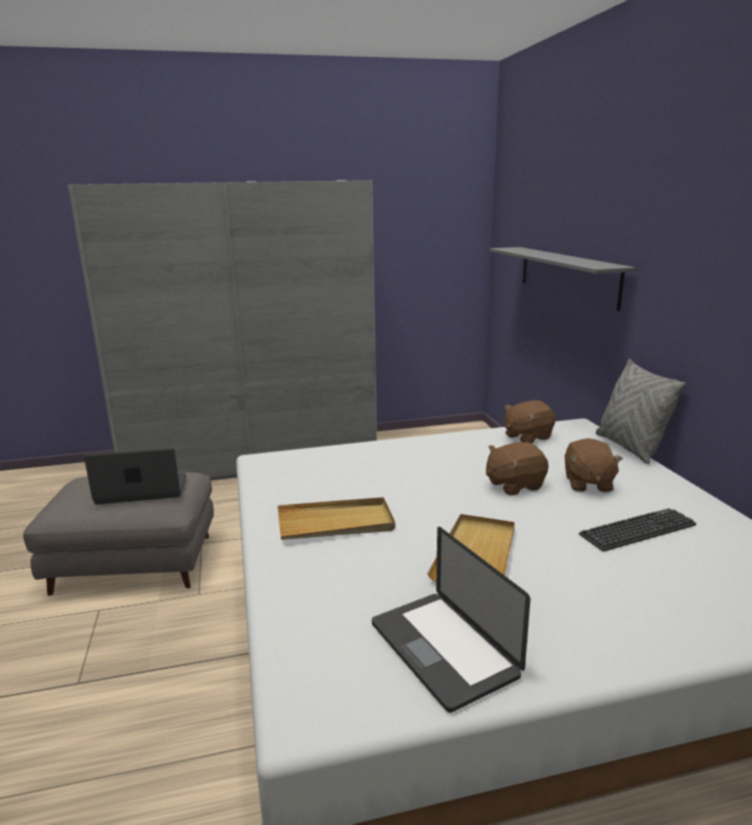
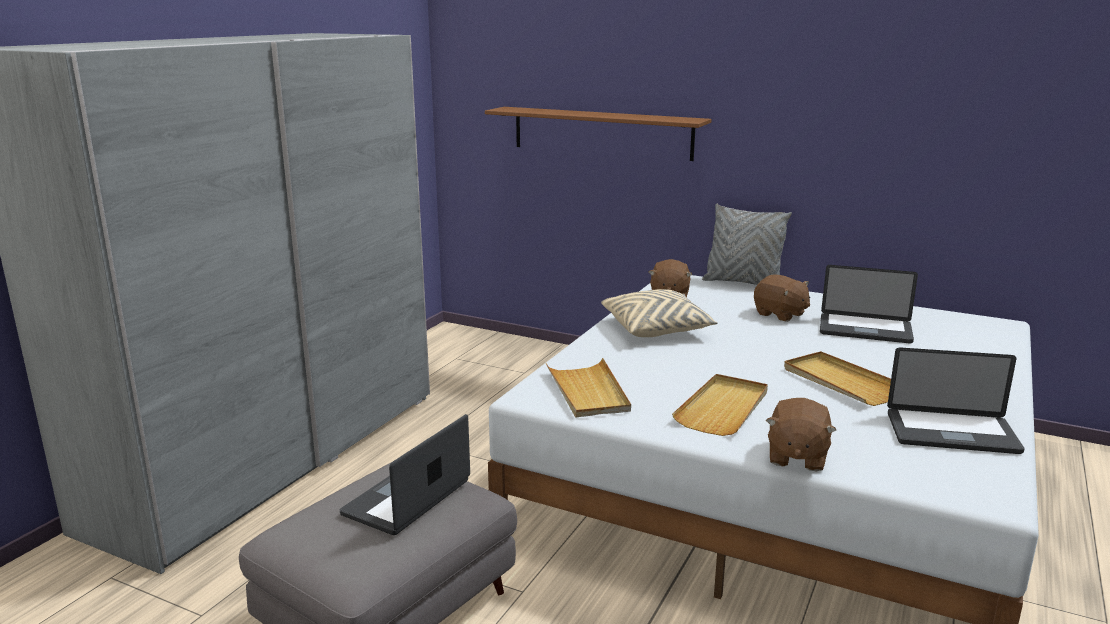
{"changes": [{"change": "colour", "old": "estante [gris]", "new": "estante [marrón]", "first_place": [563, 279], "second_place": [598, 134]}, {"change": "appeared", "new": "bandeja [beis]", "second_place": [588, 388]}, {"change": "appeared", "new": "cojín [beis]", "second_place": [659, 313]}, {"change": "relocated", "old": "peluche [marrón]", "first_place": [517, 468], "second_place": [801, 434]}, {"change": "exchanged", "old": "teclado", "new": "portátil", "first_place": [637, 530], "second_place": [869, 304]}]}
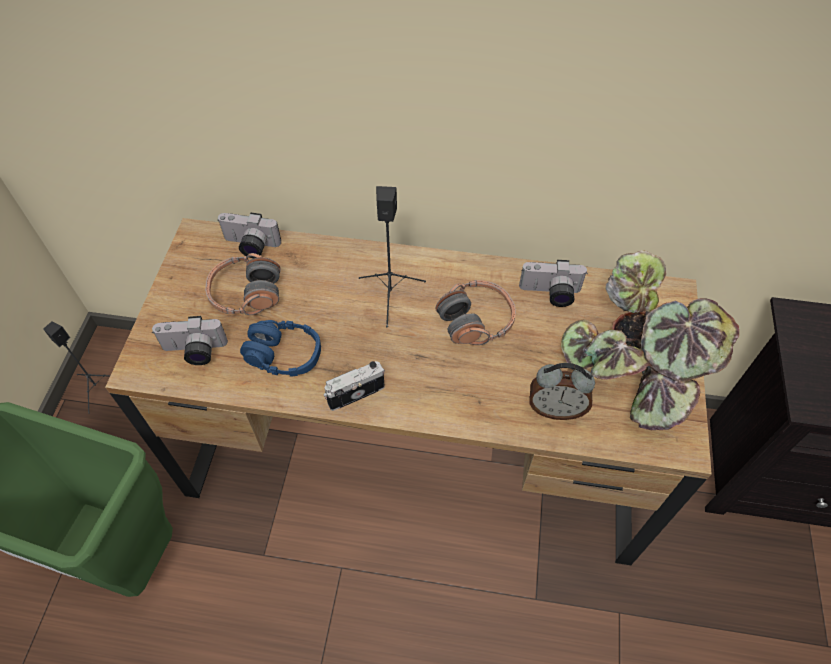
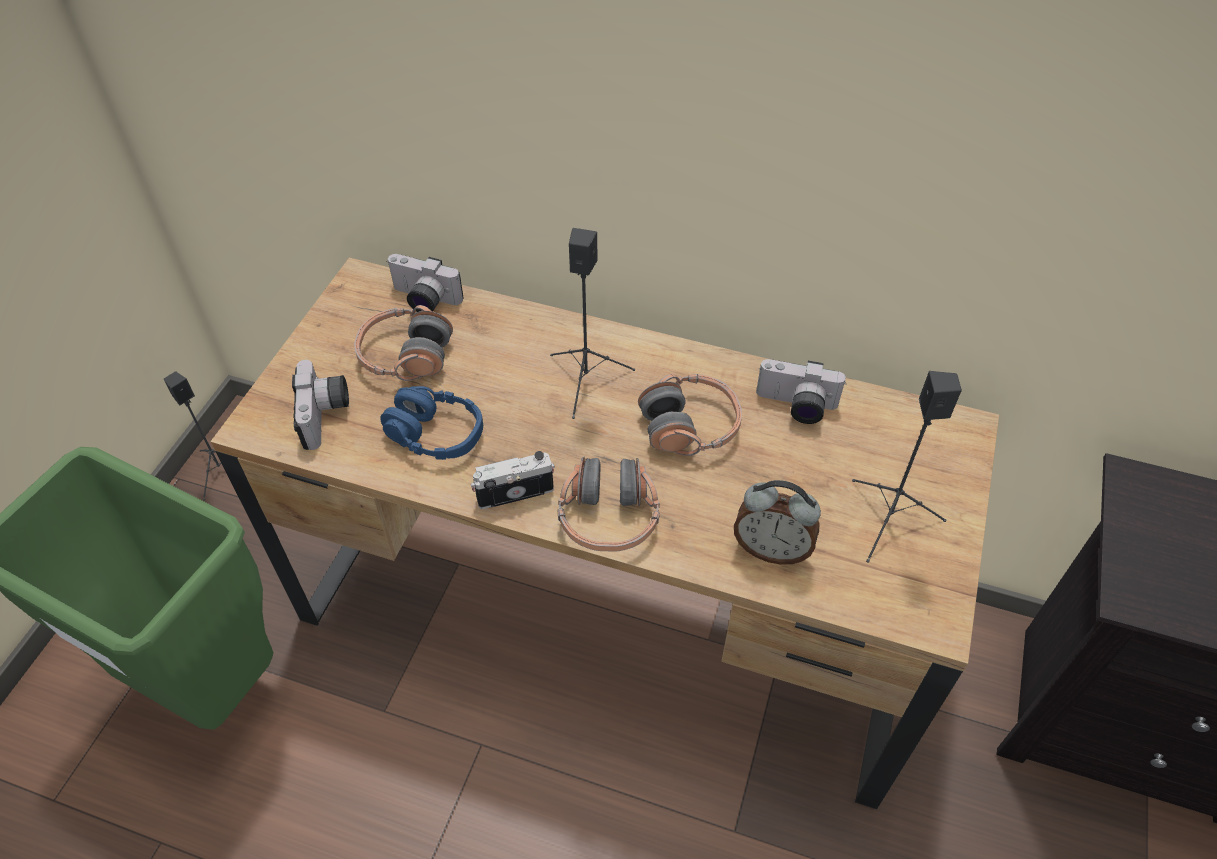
{"changes": [{"change": "spun", "old": "cámara", "first_place": [190, 340], "second_place": [320, 405], "degrees": -105}, {"change": "appeared", "new": "auriculares", "second_place": [609, 504]}, {"change": "exchanged", "old": "planta en maceta", "new": "altavoz [negro]", "first_place": [650, 340], "second_place": [907, 467]}]}
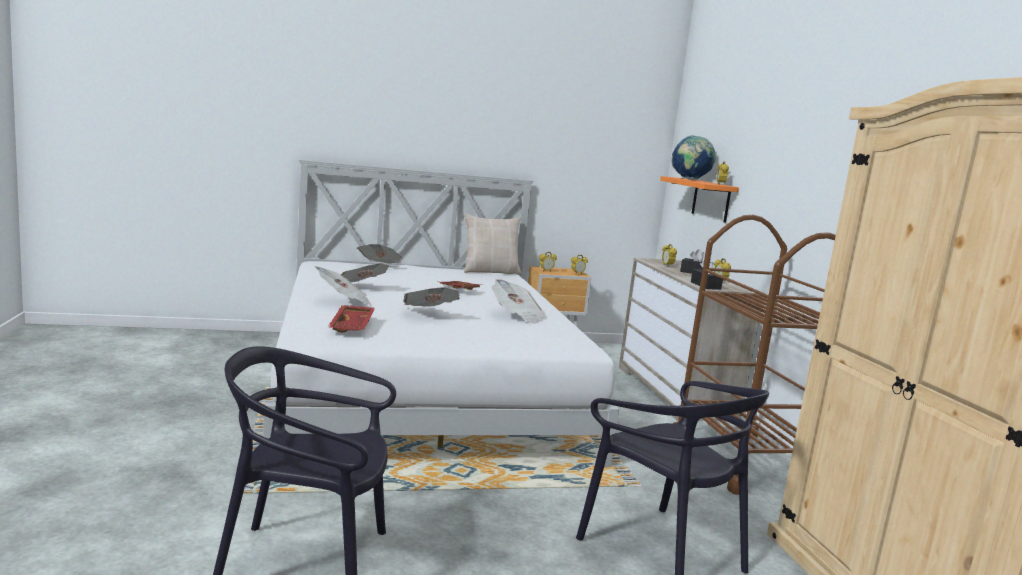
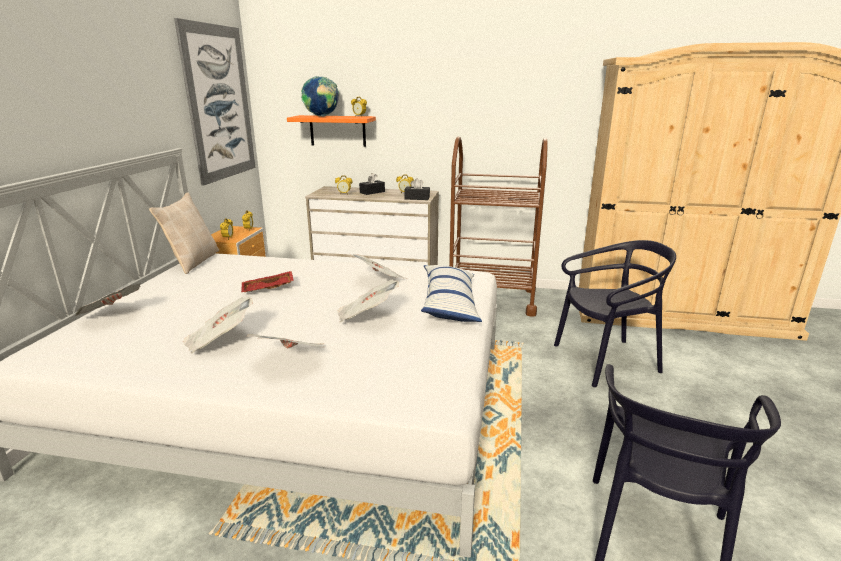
{"changes": [{"change": "appeared", "new": "cuadro", "second_place": [215, 102]}, {"change": "appeared", "new": "cojín", "second_place": [451, 293]}, {"change": "missing", "old": "bandeja [rojo]", "first_place": [351, 318]}]}
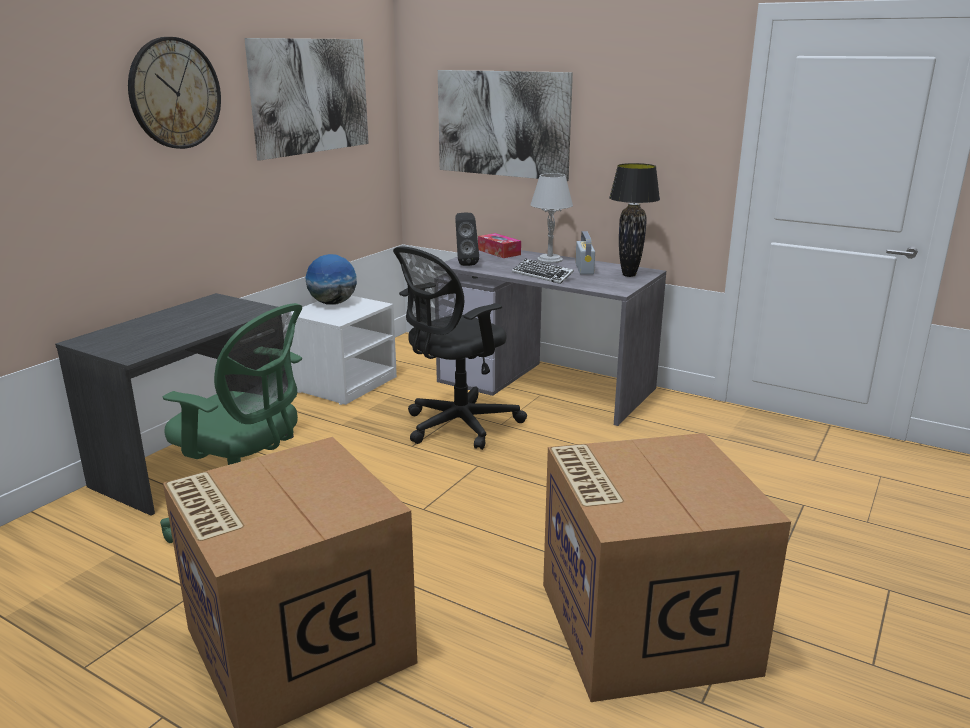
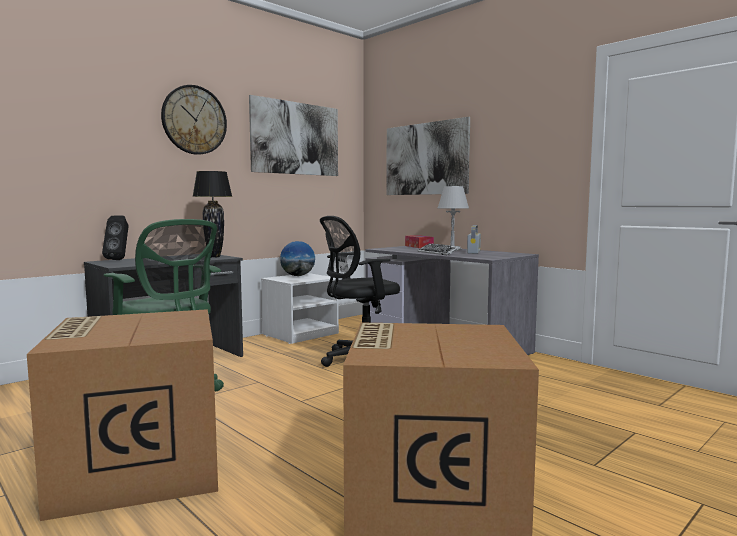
{"changes": [{"change": "relocated", "old": "altavoz [negro]", "first_place": [467, 239], "second_place": [115, 237]}, {"change": "relocated", "old": "lámpara de mesa [negro]", "first_place": [634, 220], "second_place": [213, 214]}]}
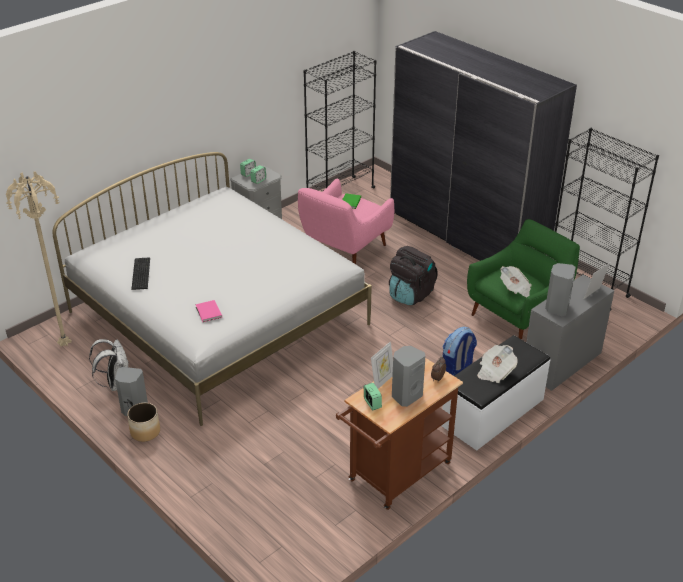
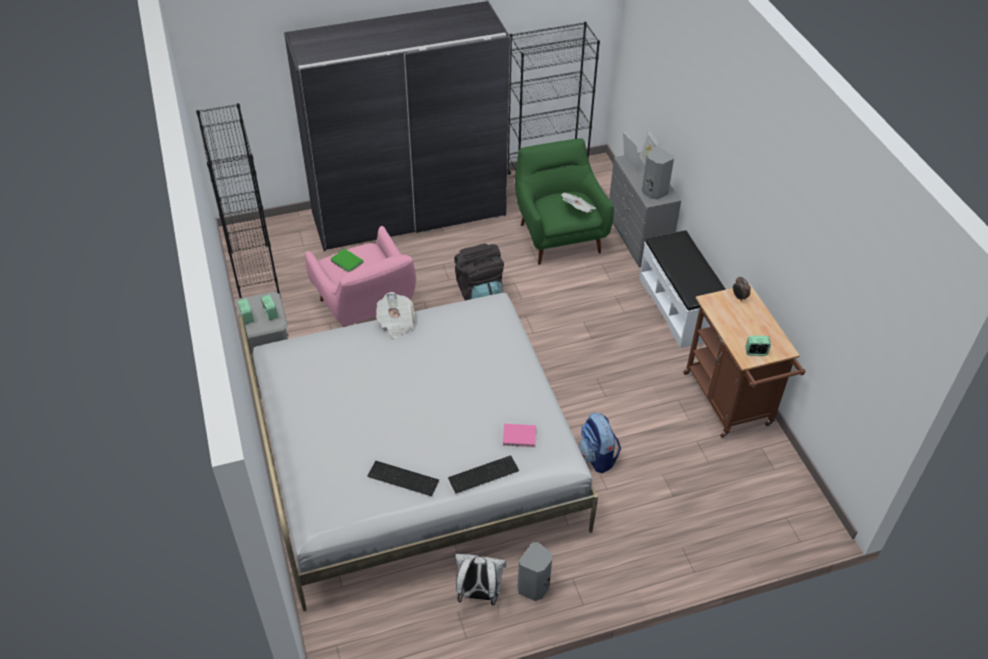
{"changes": [{"change": "relocated", "old": "periódico", "first_place": [497, 364], "second_place": [395, 315]}, {"change": "appeared", "new": "teclado", "second_place": [483, 474]}, {"change": "relocated", "old": "mochila", "first_place": [459, 351], "second_place": [600, 443]}, {"change": "relocated", "old": "portarretratos", "first_place": [382, 365], "second_place": [630, 151]}, {"change": "missing", "old": "lámpara de pie [beis]", "first_place": [39, 259]}, {"change": "missing", "old": "maceta", "first_place": [143, 422]}, {"change": "missing", "old": "altavoz [gris]", "first_place": [408, 376]}]}
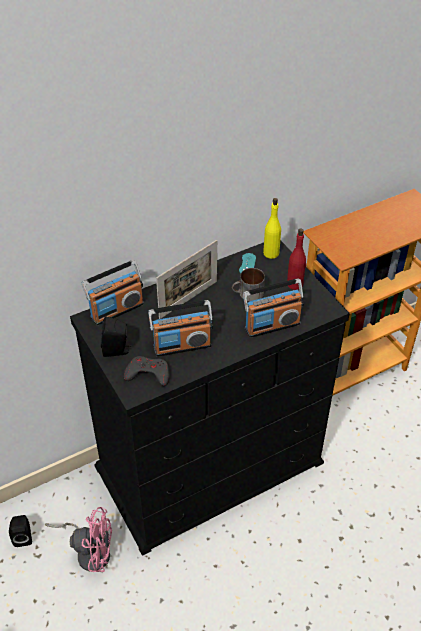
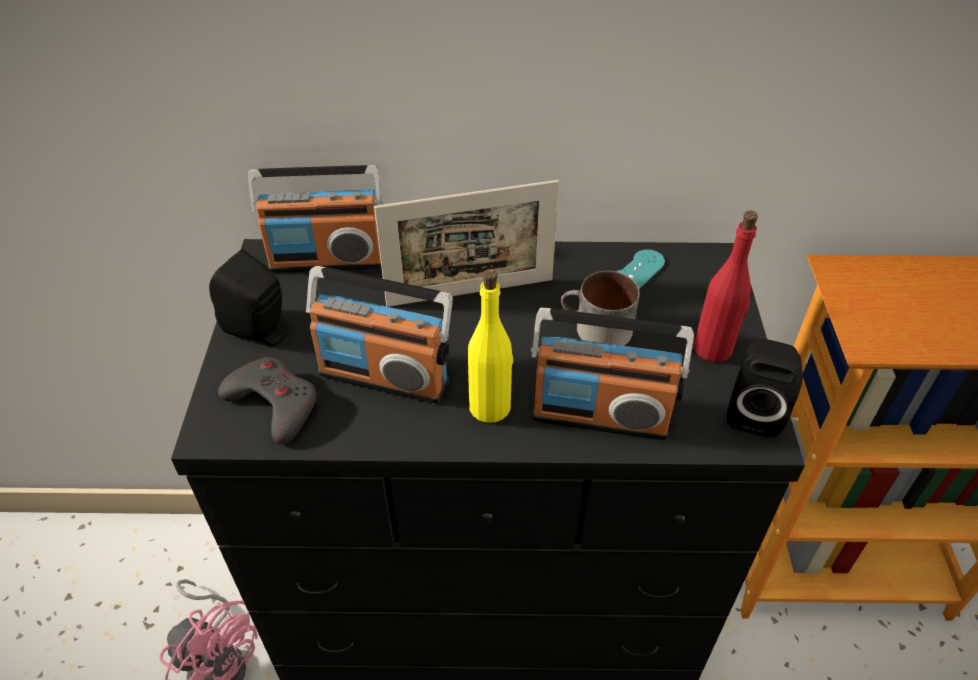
{"changes": [{"change": "relocated", "old": "botella [amarillo]", "first_place": [272, 228], "second_place": [490, 346]}, {"change": "relocated", "old": "altavoz [negro]", "first_place": [20, 531], "second_place": [765, 388]}]}
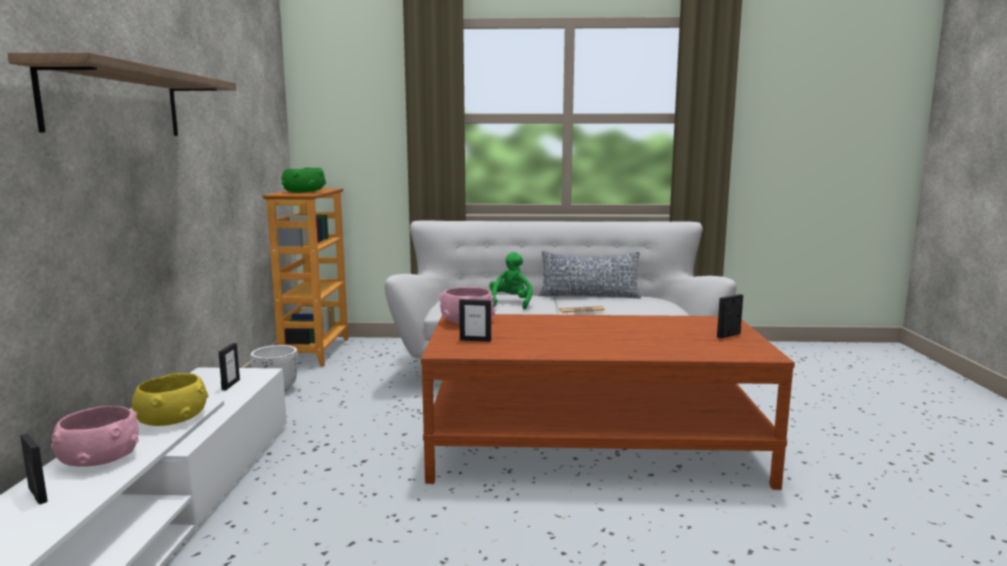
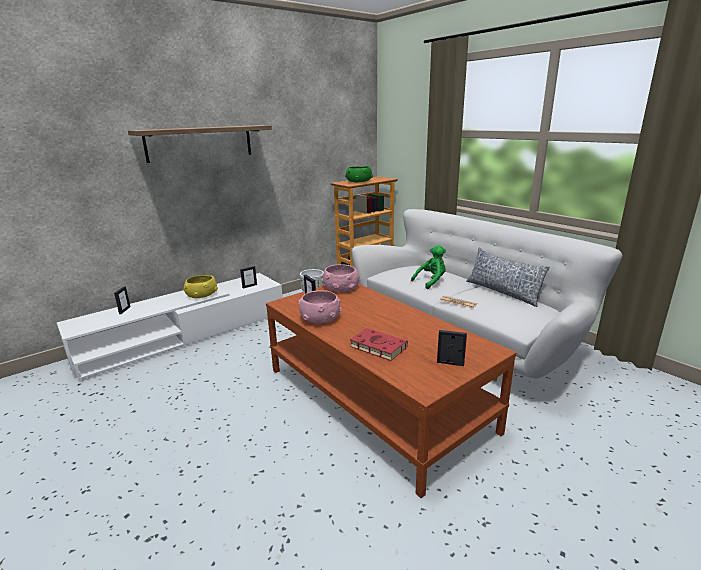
{"changes": [{"change": "relocated", "old": "cuenco [rosa]", "first_place": [95, 436], "second_place": [319, 306]}, {"change": "appeared", "new": "libro [rojo]", "second_place": [379, 344]}]}
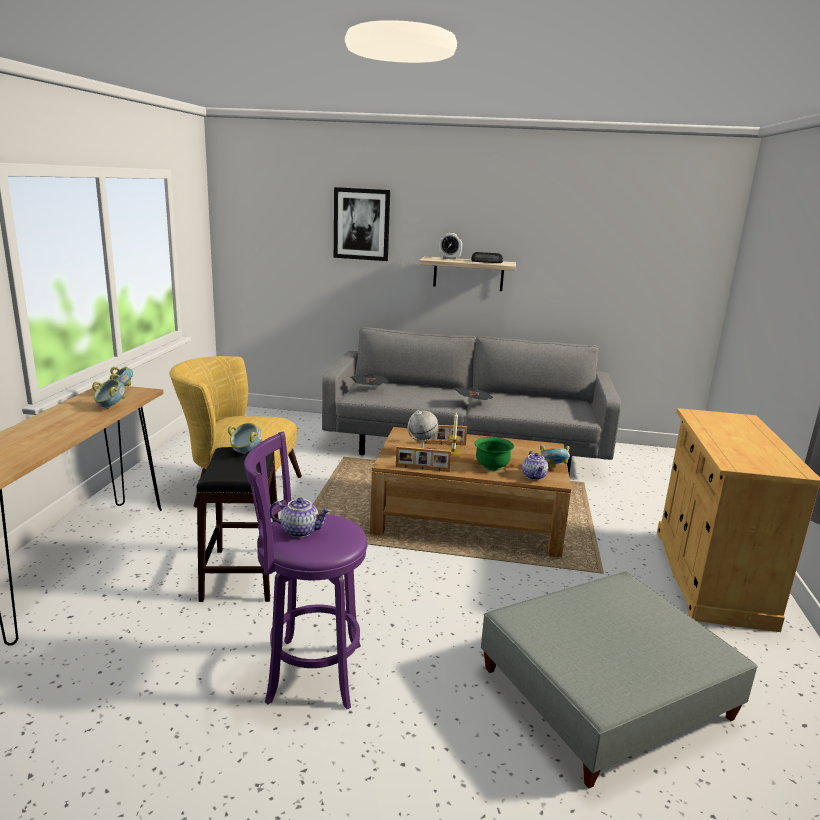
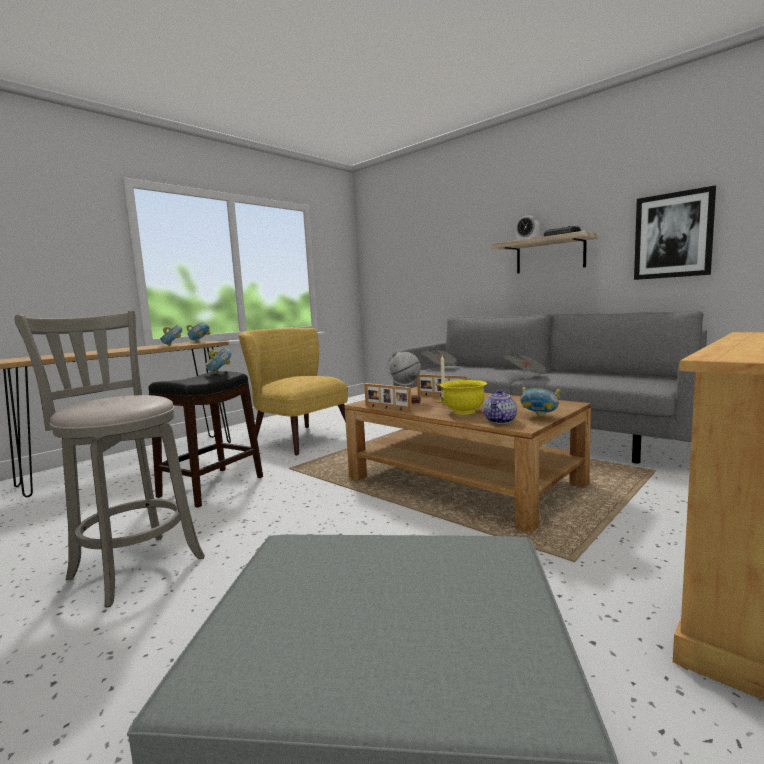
{"changes": [{"change": "colour", "old": "taburete [morado]", "new": "taburete [gris]", "first_place": [306, 571], "second_place": [110, 458]}, {"change": "colour", "old": "cuenco [verde]", "new": "cuenco [amarillo]", "first_place": [494, 454], "second_place": [463, 397]}, {"change": "relocated", "old": "cuadro", "first_place": [362, 224], "second_place": [675, 233]}, {"change": "missing", "old": "tetera", "first_place": [300, 518]}]}
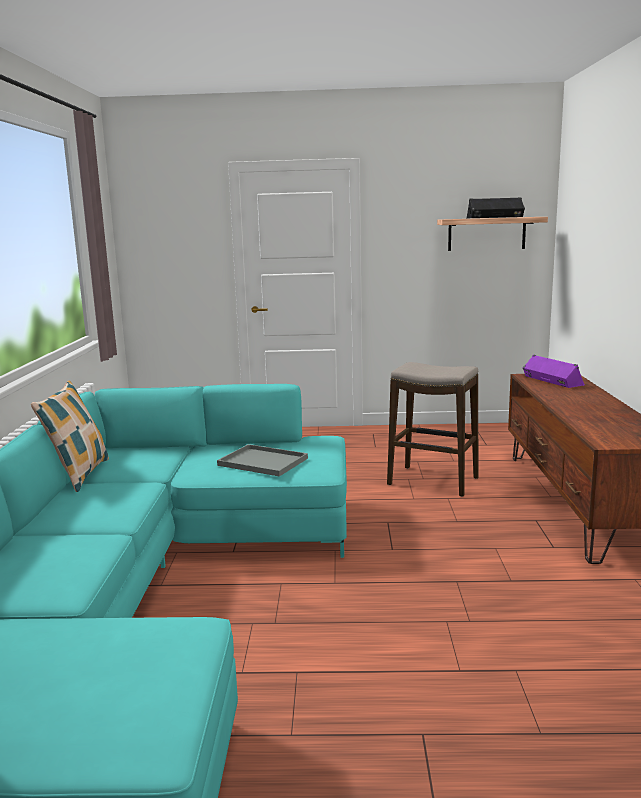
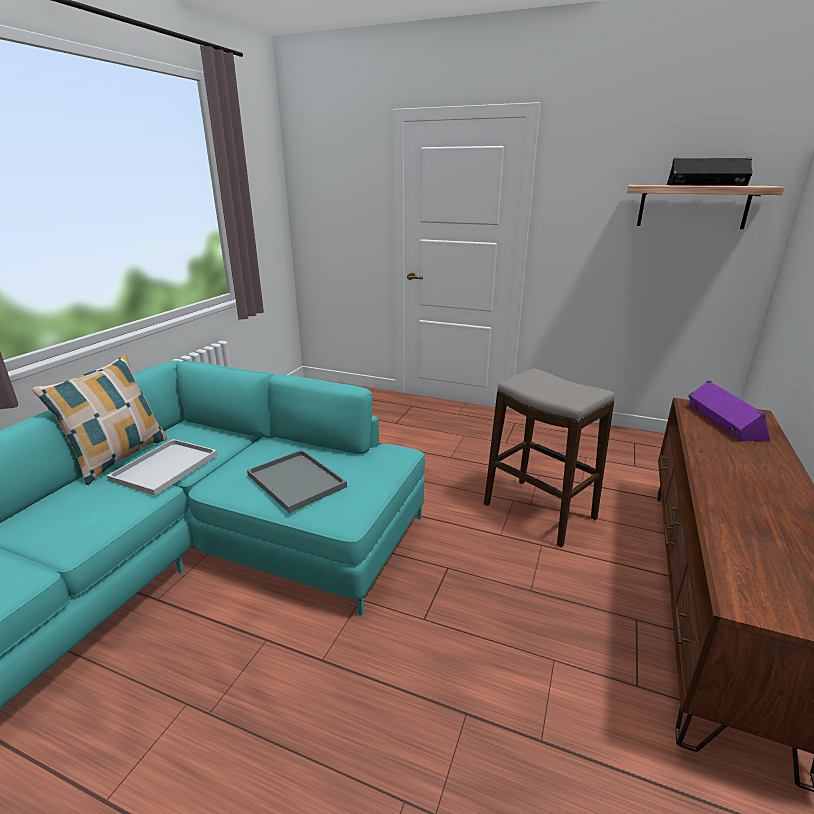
{"changes": [{"change": "appeared", "new": "bandeja [blanco]", "second_place": [162, 467]}]}
